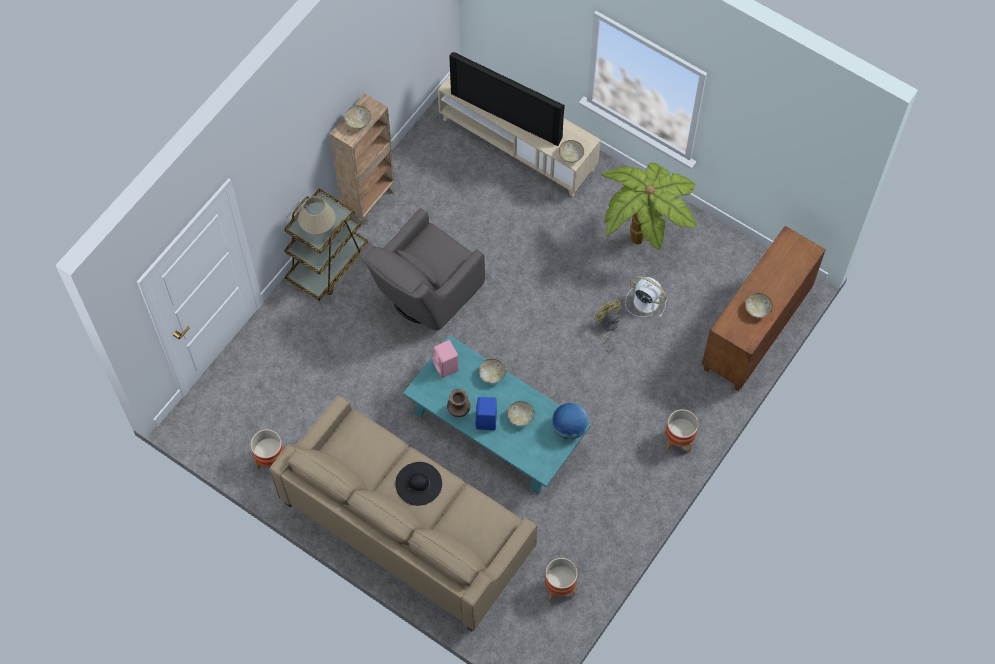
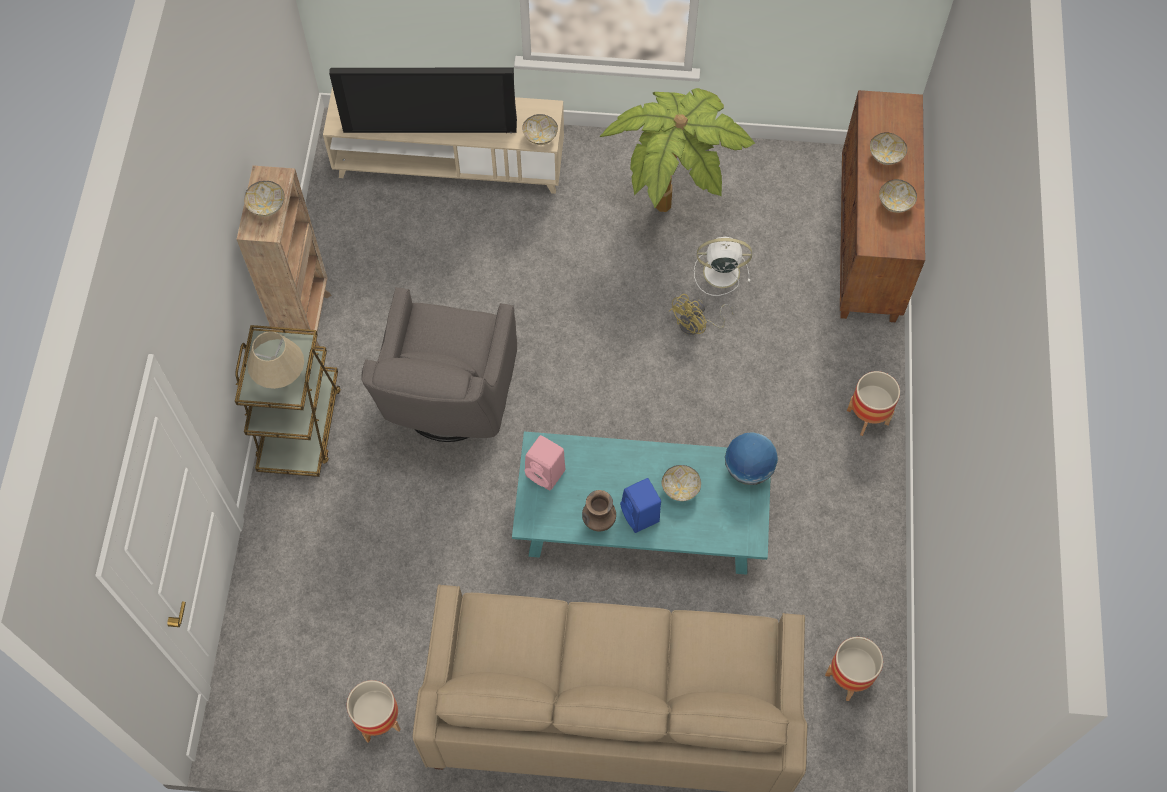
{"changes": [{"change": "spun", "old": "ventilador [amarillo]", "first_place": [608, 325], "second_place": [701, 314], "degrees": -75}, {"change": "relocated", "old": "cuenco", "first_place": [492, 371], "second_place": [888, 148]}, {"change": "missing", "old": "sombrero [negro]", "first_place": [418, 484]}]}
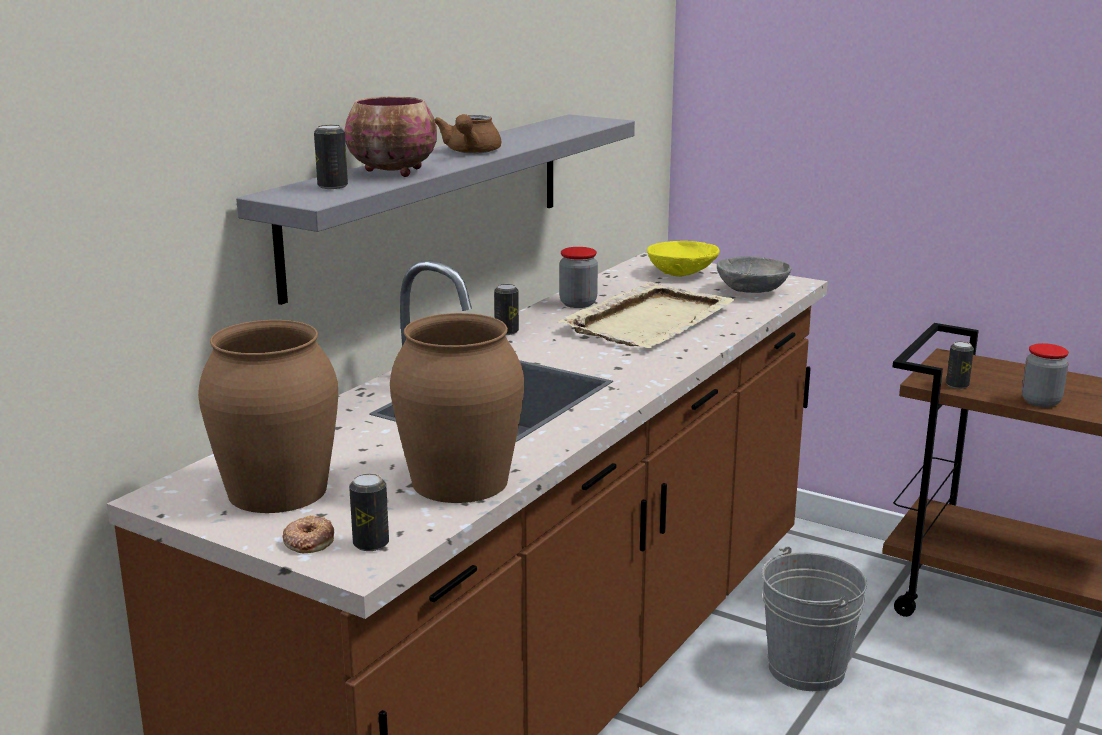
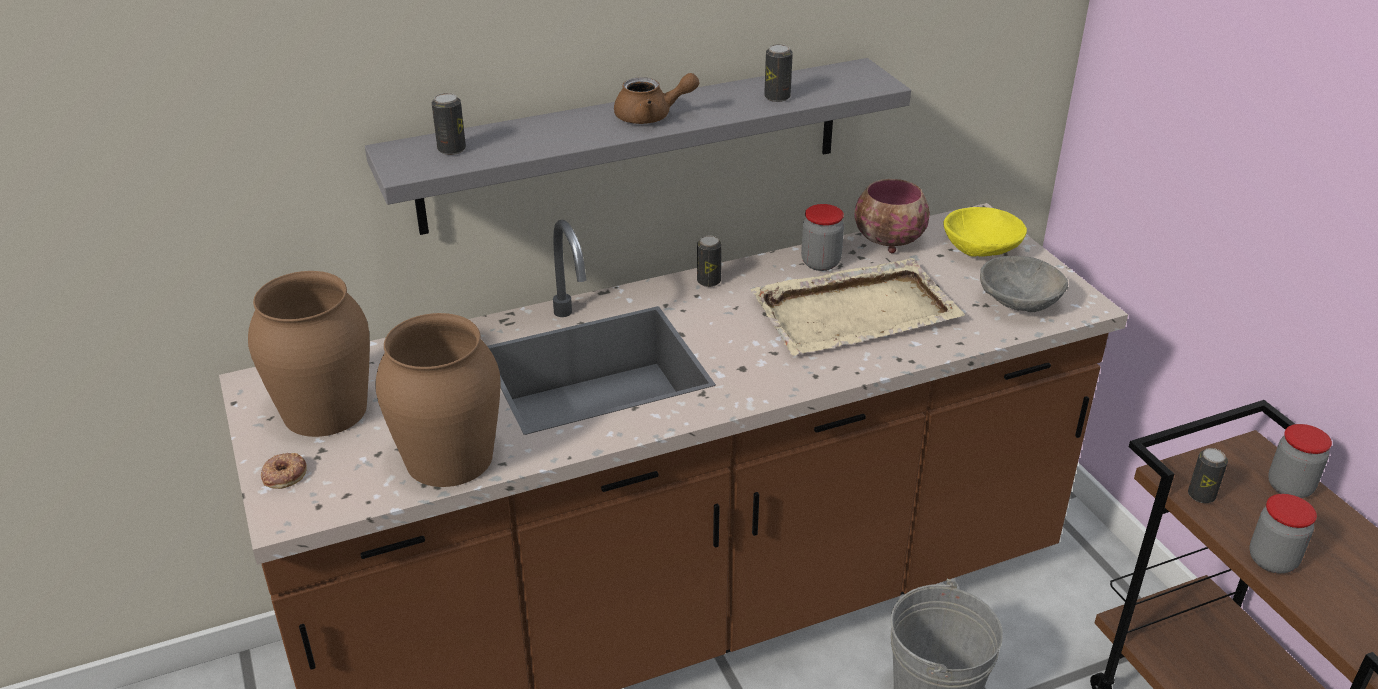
{"changes": [{"change": "spun", "old": "tetera [marrón]", "first_place": [468, 134], "second_place": [656, 98], "degrees": -135}, {"change": "relocated", "old": "lata", "first_place": [369, 512], "second_place": [778, 73]}, {"change": "relocated", "old": "cuenco", "first_place": [390, 137], "second_place": [892, 216]}, {"change": "appeared", "new": "tarro", "second_place": [1300, 461]}]}
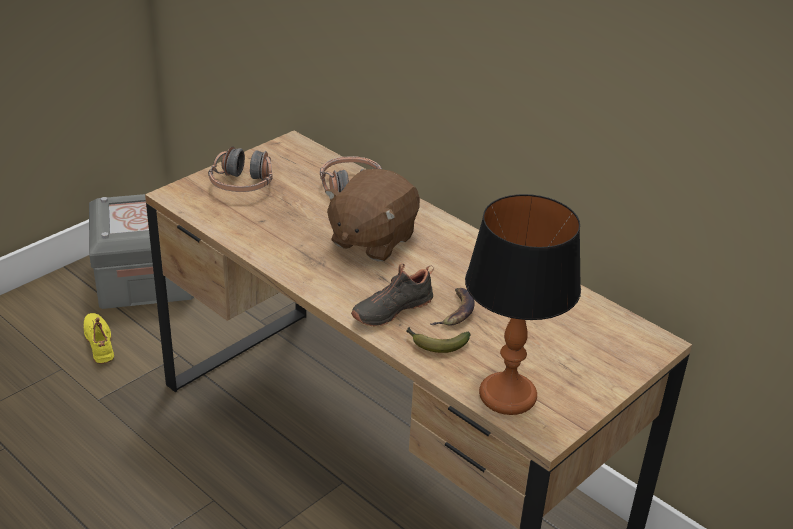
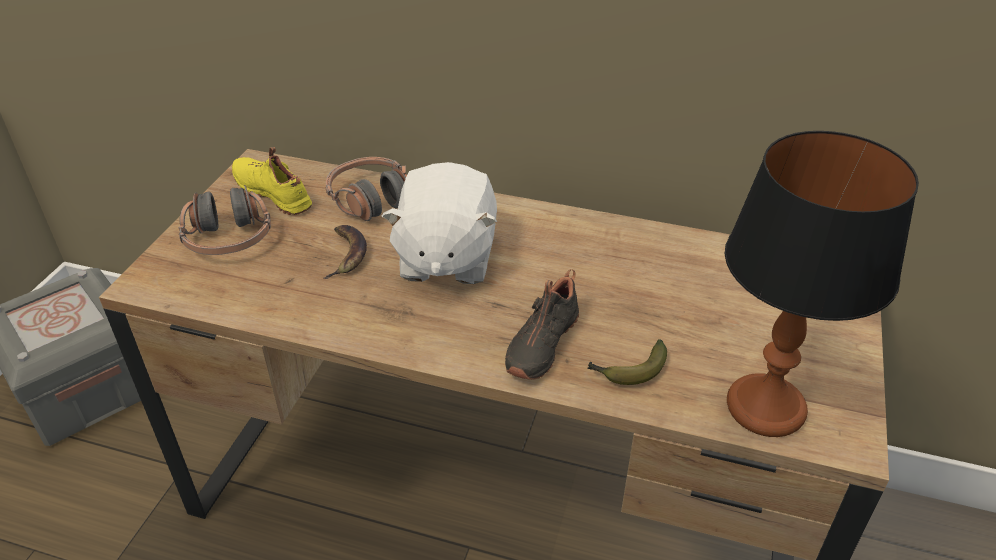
{"changes": [{"change": "relocated", "old": "zapato [amarillo]", "first_place": [99, 338], "second_place": [272, 181]}, {"change": "relocated", "old": "plátano", "first_place": [452, 307], "second_place": [345, 252]}, {"change": "colour", "old": "peluche [marrón]", "new": "peluche [blanco]", "first_place": [372, 215], "second_place": [439, 223]}]}
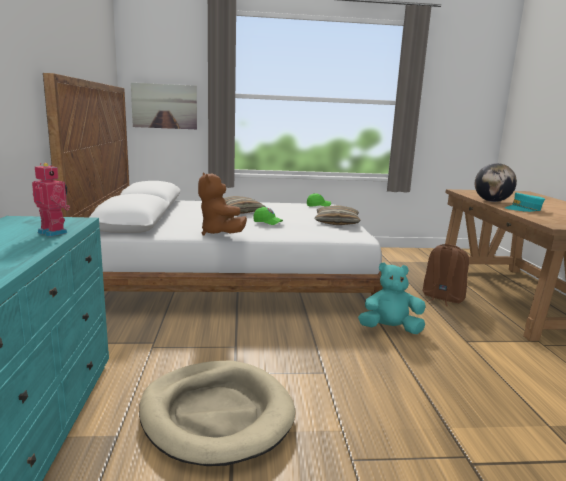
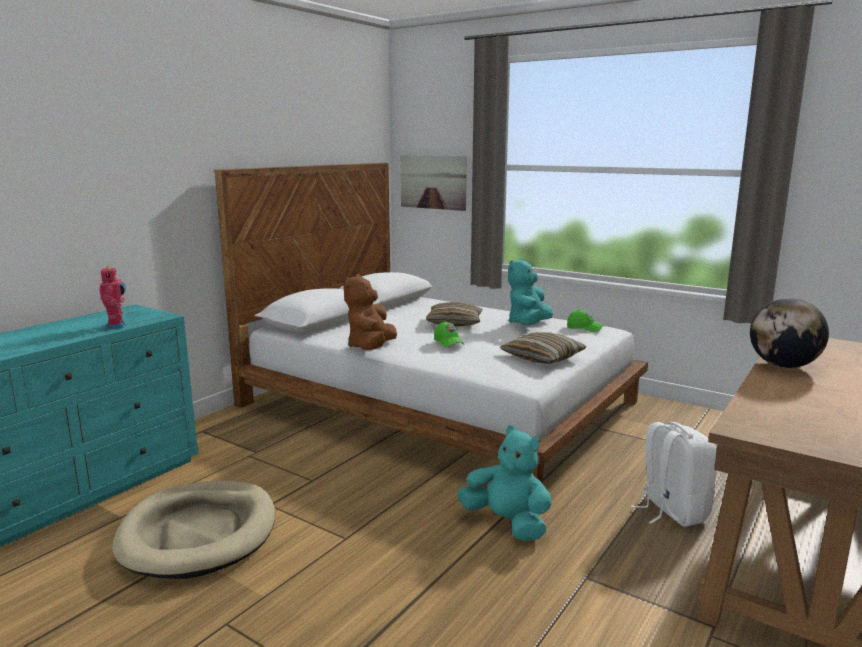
{"changes": [{"change": "appeared", "new": "peluche [turquesa]", "second_place": [530, 291]}, {"change": "colour", "old": "mochila [marrón]", "new": "mochila [blanco]", "first_place": [446, 275], "second_place": [674, 474]}, {"change": "missing", "old": "gorra [turquesa]", "first_place": [525, 202]}]}
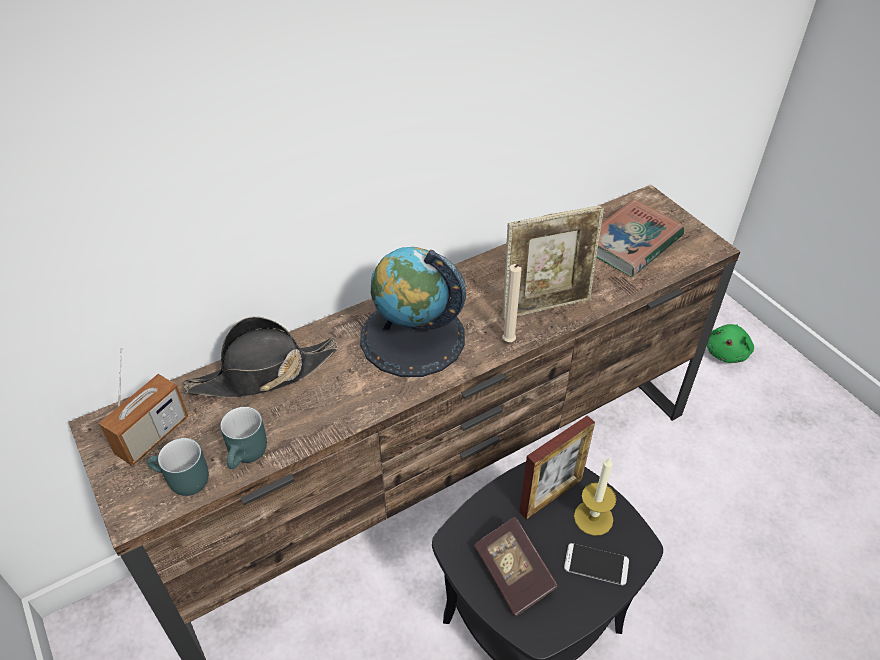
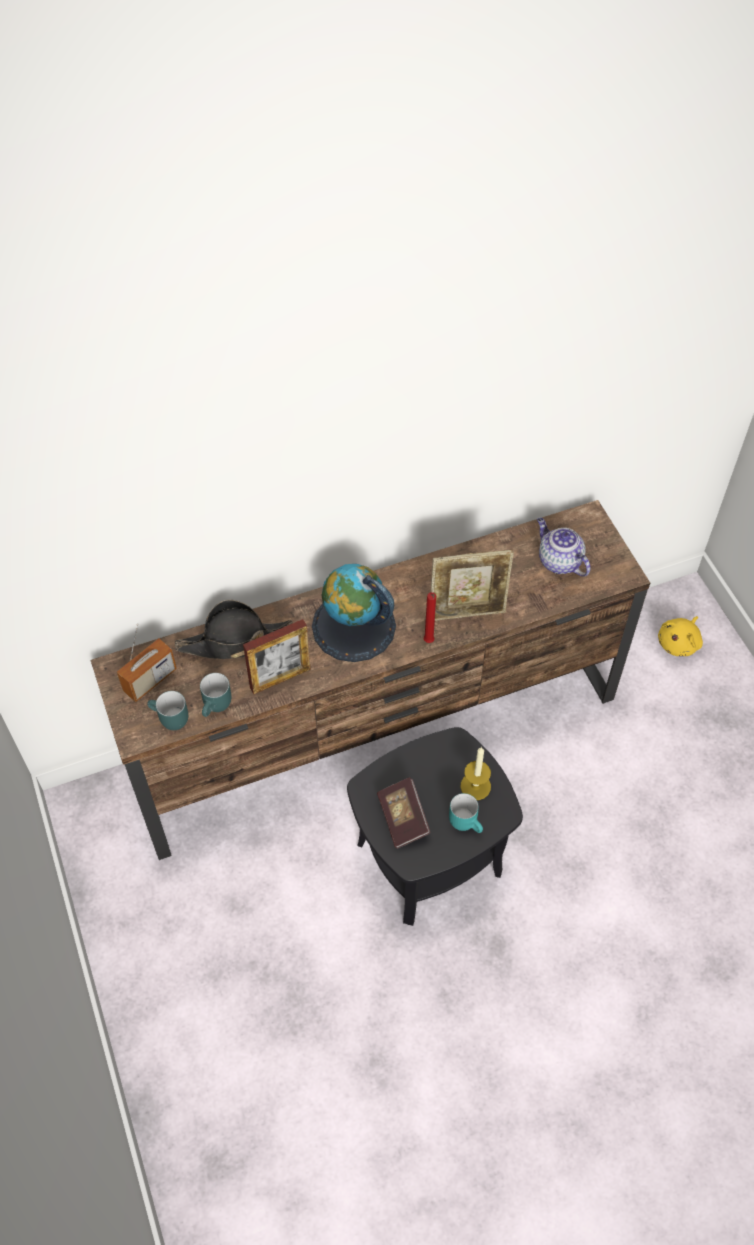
{"changes": [{"change": "relocated", "old": "portarretratos", "first_place": [557, 467], "second_place": [277, 656]}, {"change": "colour", "old": "vela [beis]", "new": "vela [rojo]", "first_place": [512, 303], "second_place": [430, 617]}, {"change": "exchanged", "old": "móvil", "new": "taza grande [turquesa]", "first_place": [596, 564], "second_place": [466, 813]}, {"change": "exchanged", "old": "libro", "new": "tetera", "first_place": [640, 238], "second_place": [564, 547]}, {"change": "colour", "old": "peluche [verde]", "new": "peluche [amarillo]", "first_place": [730, 343], "second_place": [680, 636]}]}
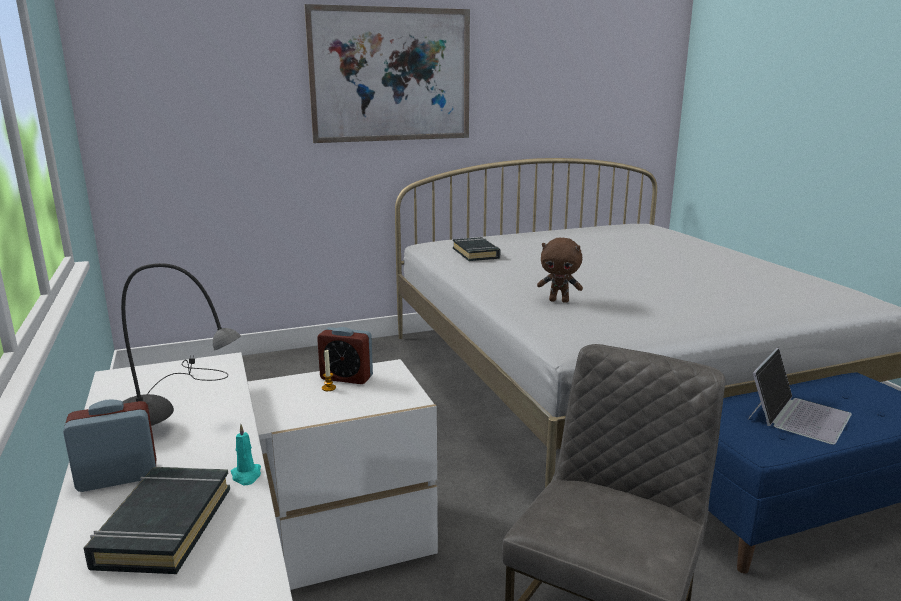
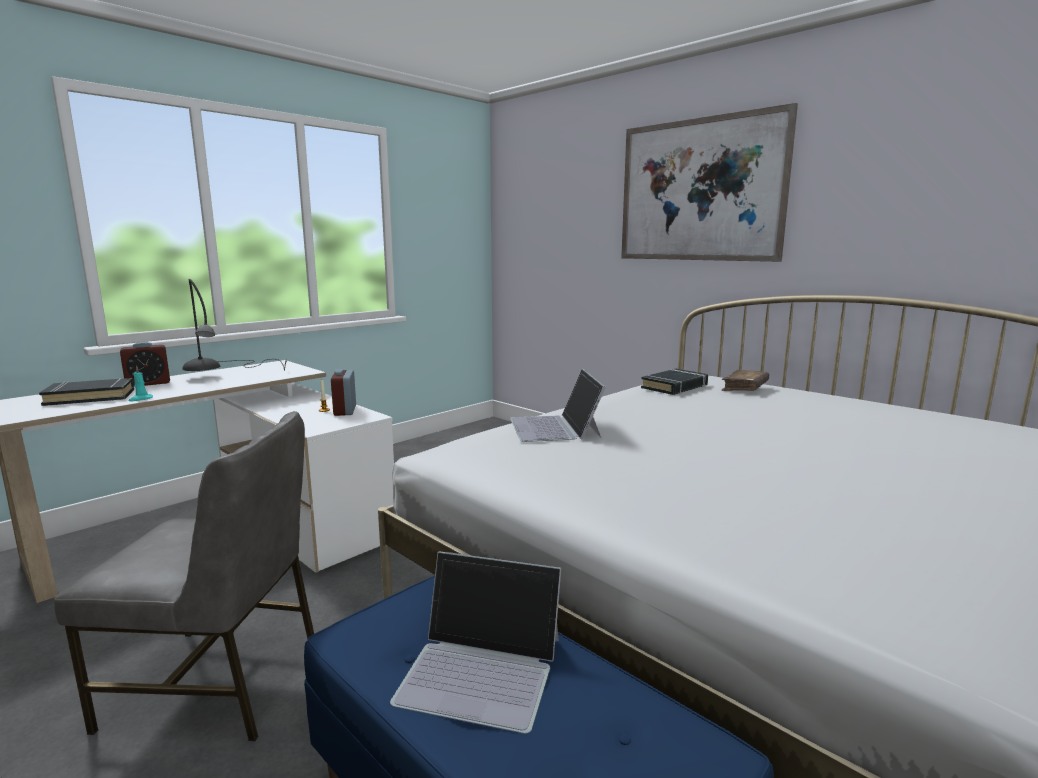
{"changes": [{"change": "spun", "old": "despertador", "first_place": [109, 446], "second_place": [145, 364], "degrees": 105}, {"change": "exchanged", "old": "peluche [marrón]", "new": "portátil", "first_place": [560, 270], "second_place": [558, 405]}, {"change": "appeared", "new": "libro [marrón]", "second_place": [745, 380]}]}
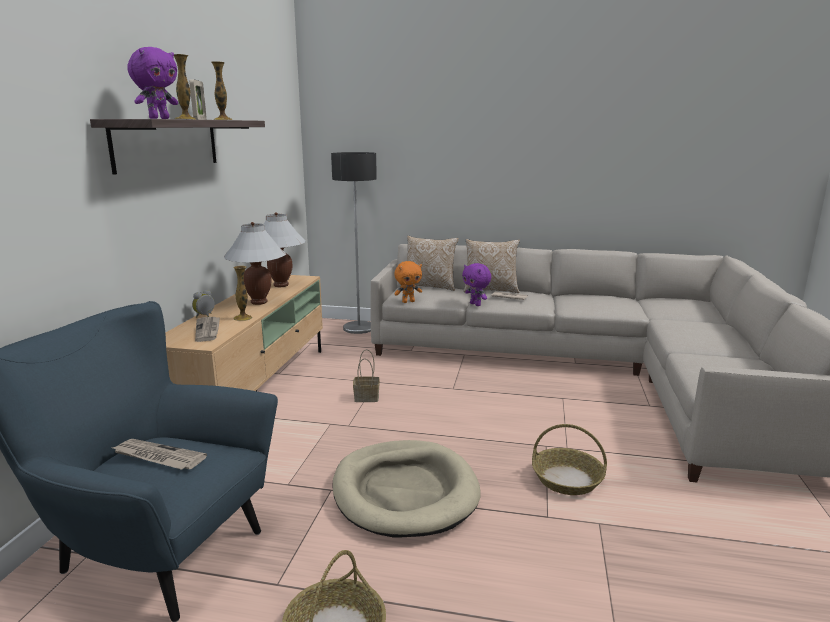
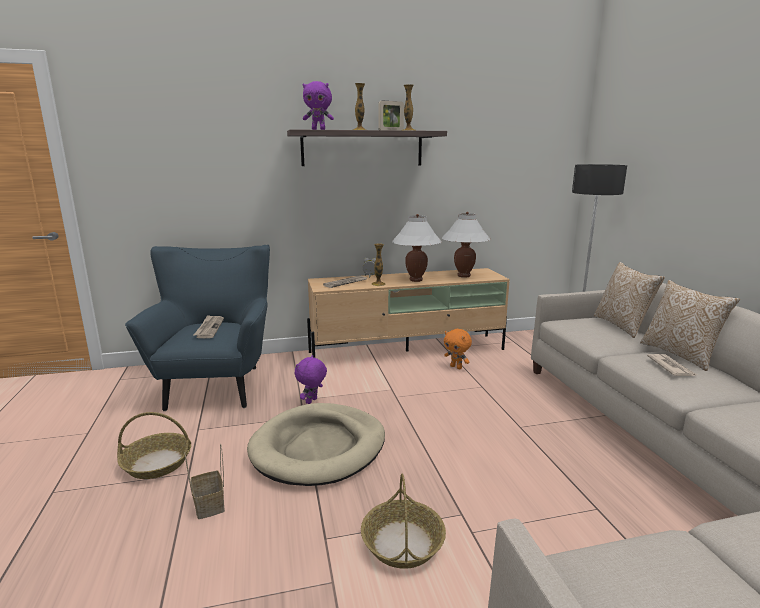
{"changes": [{"change": "relocated", "old": "cesta", "first_place": [366, 375], "second_place": [204, 481]}, {"change": "relocated", "old": "peluche [morado]", "first_place": [476, 284], "second_place": [311, 379]}, {"change": "relocated", "old": "peluche [naranja]", "first_place": [408, 282], "second_place": [458, 349]}]}
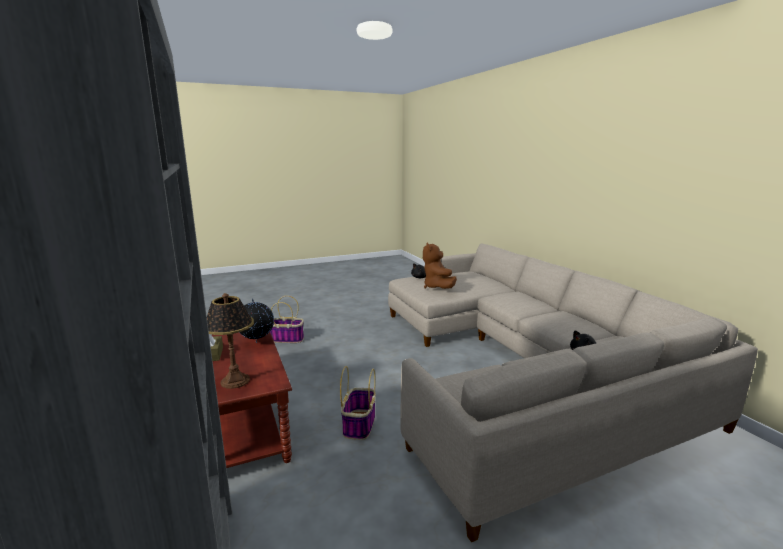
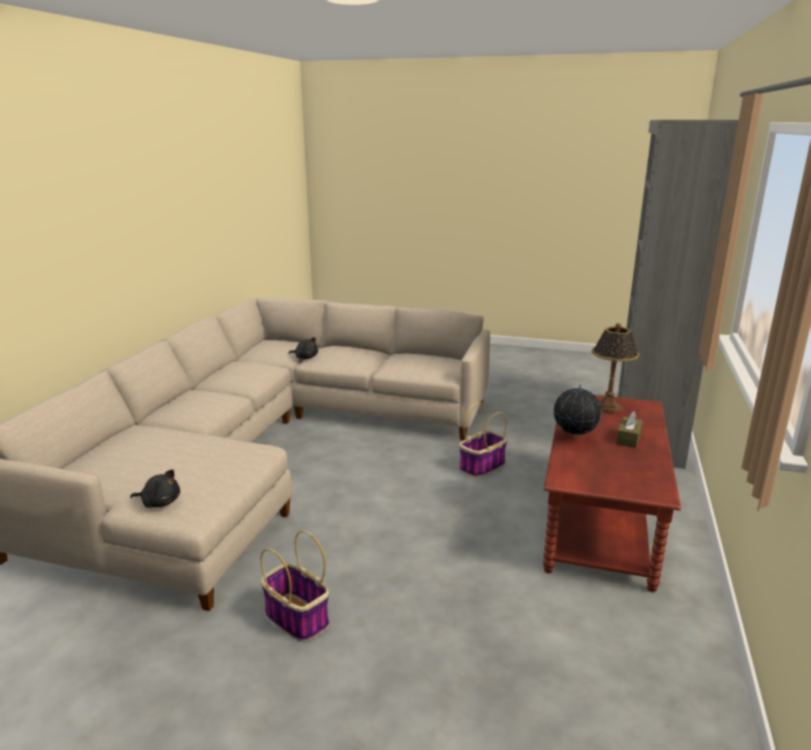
{"changes": [{"change": "relocated", "old": "cesta", "first_place": [287, 319], "second_place": [295, 586]}, {"change": "missing", "old": "peluche [marrón]", "first_place": [440, 266]}]}
